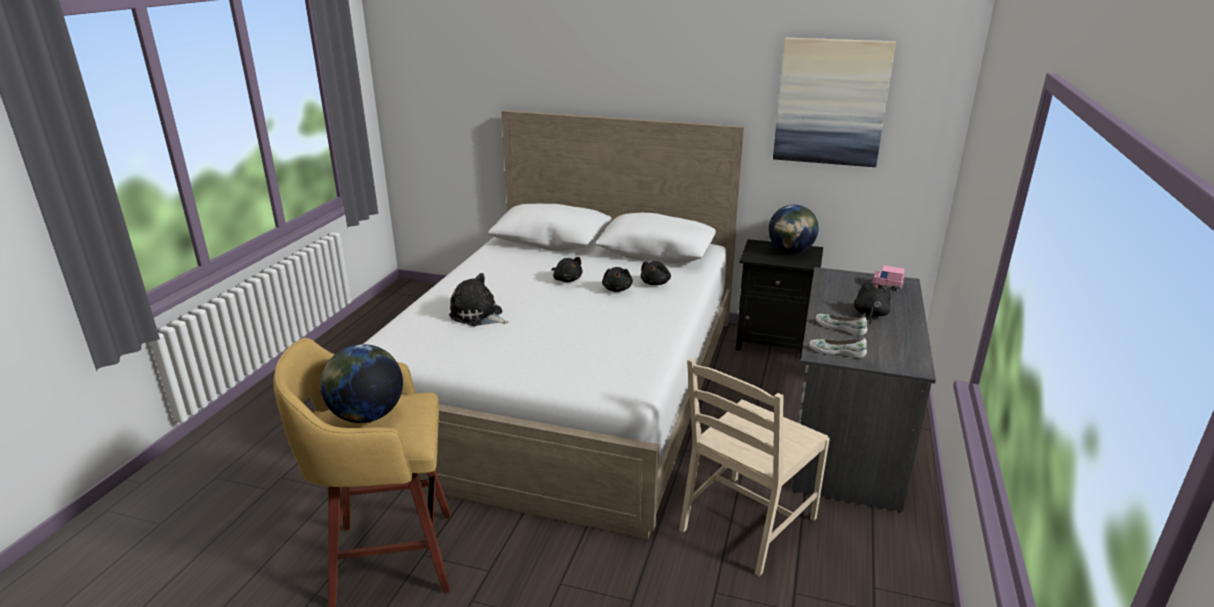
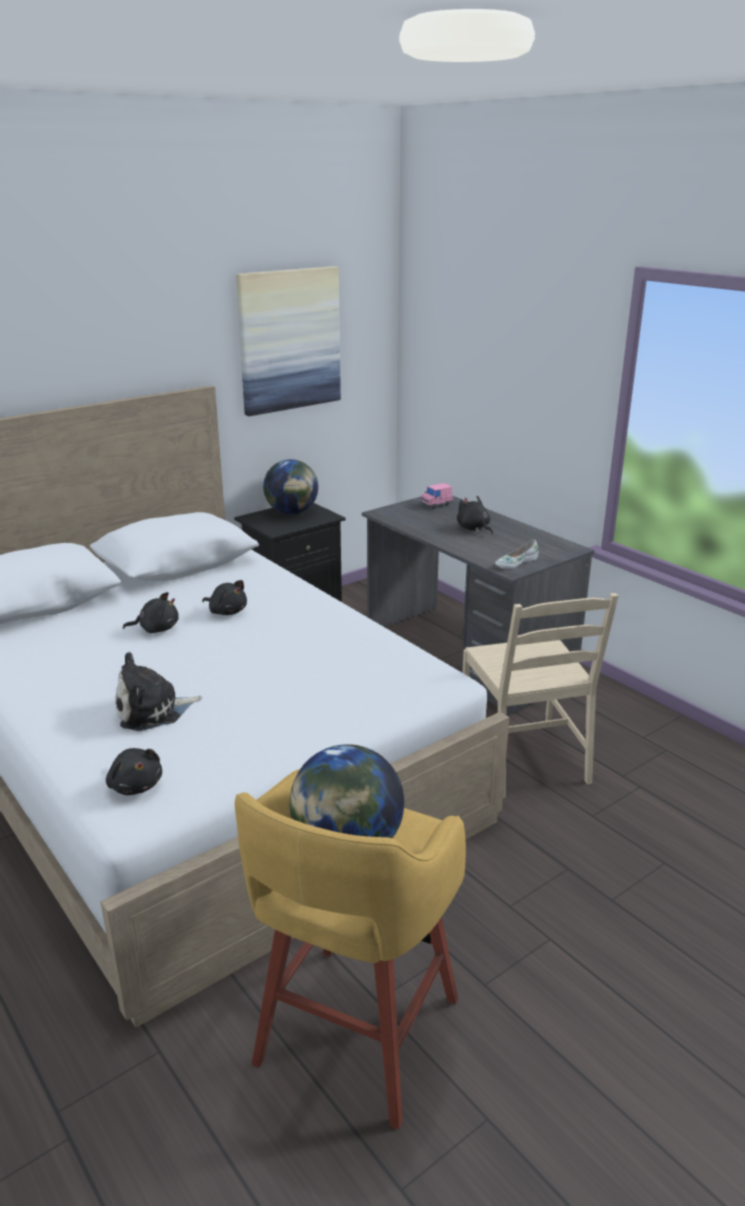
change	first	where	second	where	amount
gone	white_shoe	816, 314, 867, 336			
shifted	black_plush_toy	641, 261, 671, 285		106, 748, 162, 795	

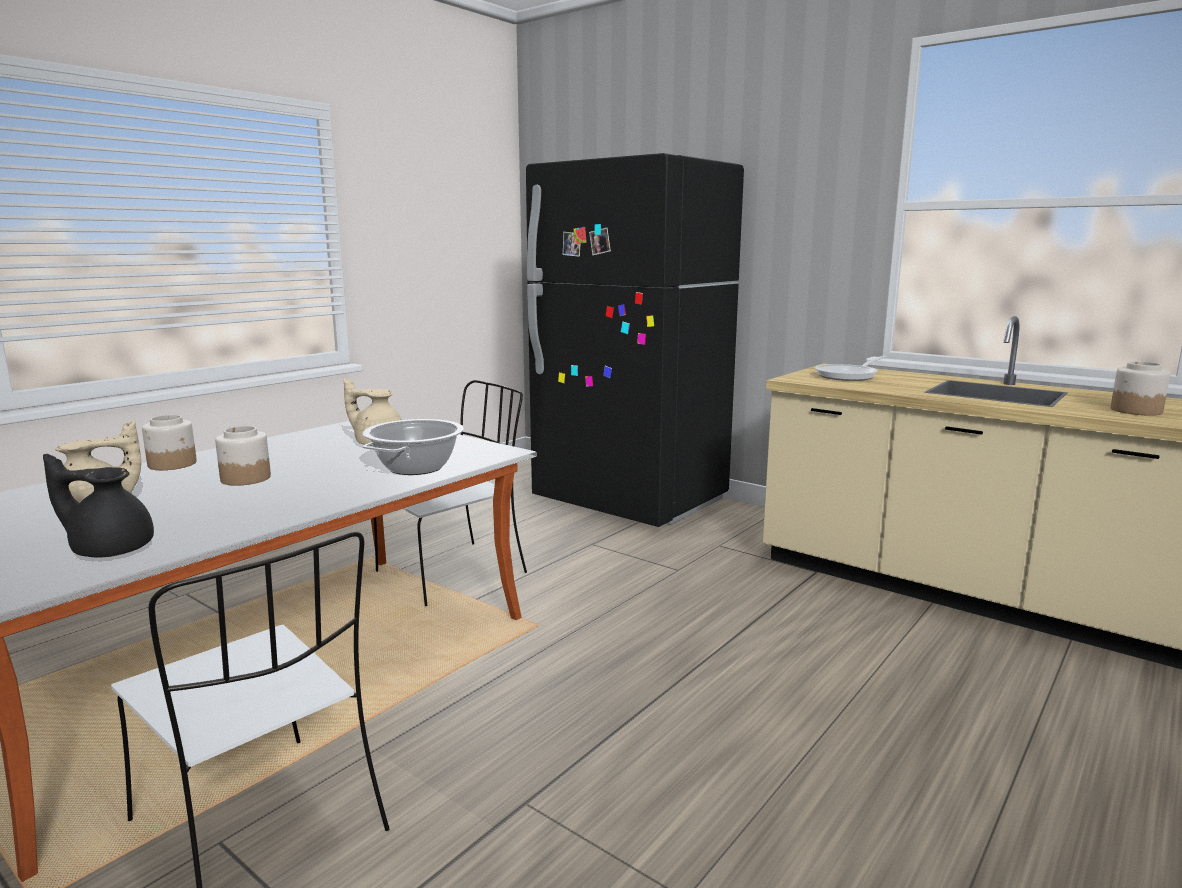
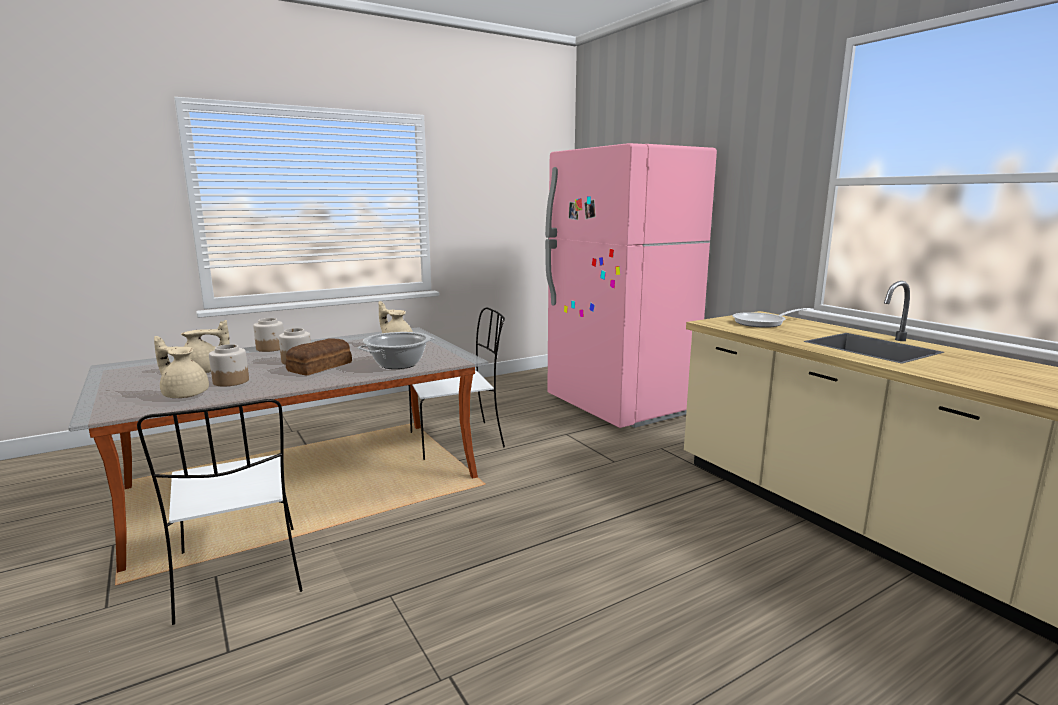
change	first	where	second	where	amount
new			bread	285, 339, 352, 375	
shifted	jar	1111, 361, 1170, 416		209, 344, 249, 386	
repainted	black_teapot	43, 454, 154, 558	beige_teapot	154, 336, 209, 398	
repainted	black_fridge	526, 153, 744, 527	pink_fridge	545, 143, 717, 428	

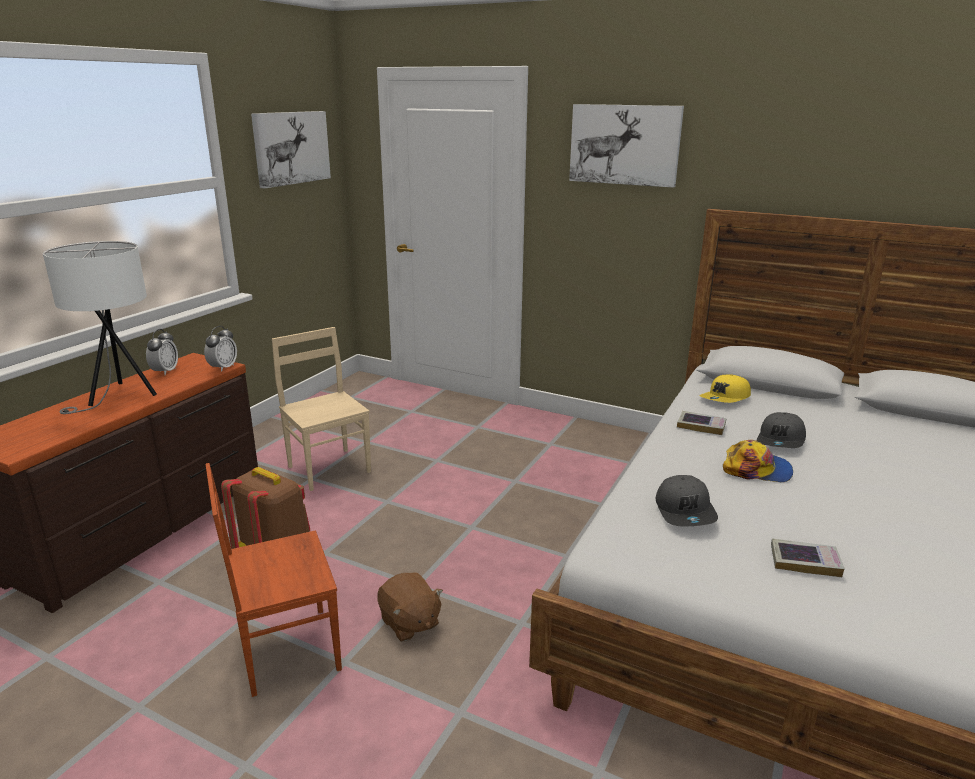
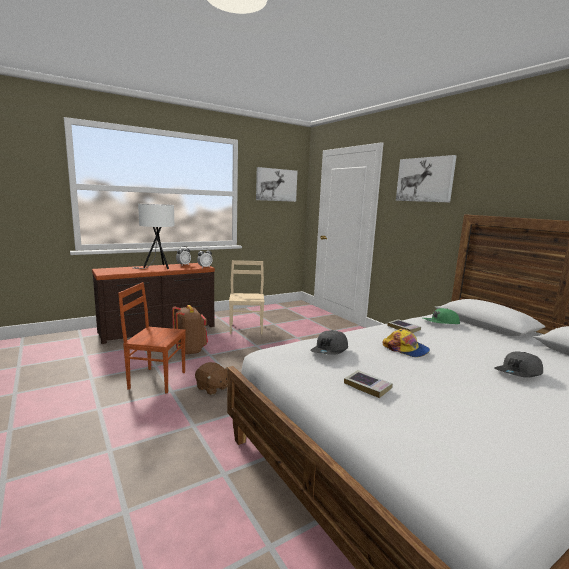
change	first	where	second	where	amount
shifted	grey_cap	757, 412, 806, 448		494, 352, 543, 378	
repainted	yellow_cap	700, 375, 751, 403	green_cap	423, 308, 460, 324	
rotated	brown_plush_toy	377, 572, 443, 642		195, 362, 228, 395	45 degrees counterclockwise

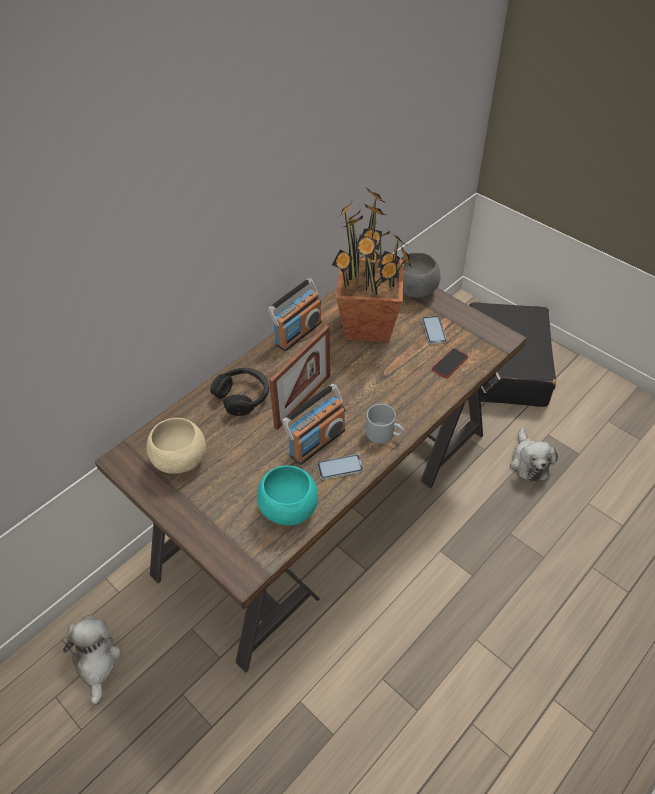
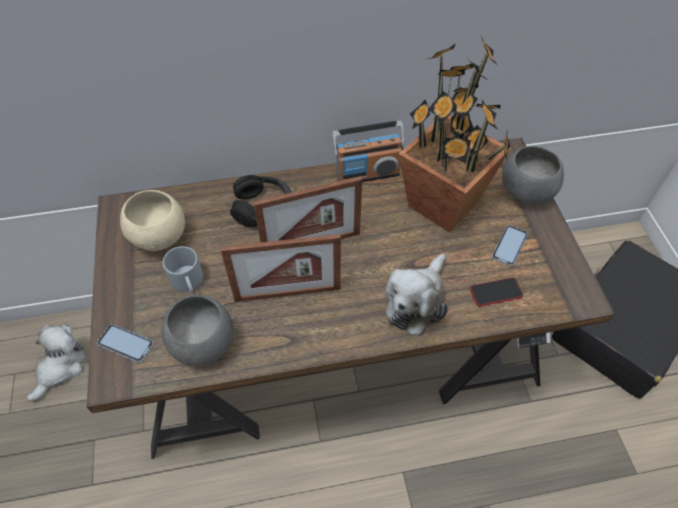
change	first	where	second	where	amount
shifted	phone	317, 454, 363, 480		97, 324, 154, 363	
shifted	grey_mug	366, 404, 404, 443		163, 246, 203, 294	
shifted	plush_toy	510, 427, 558, 482		385, 254, 448, 337	
swapped	radio	282, 384, 345, 465	picture_frame	221, 234, 341, 302	
repainted	turquoise_bowl	257, 465, 318, 525	grey_bowl	161, 295, 233, 366	

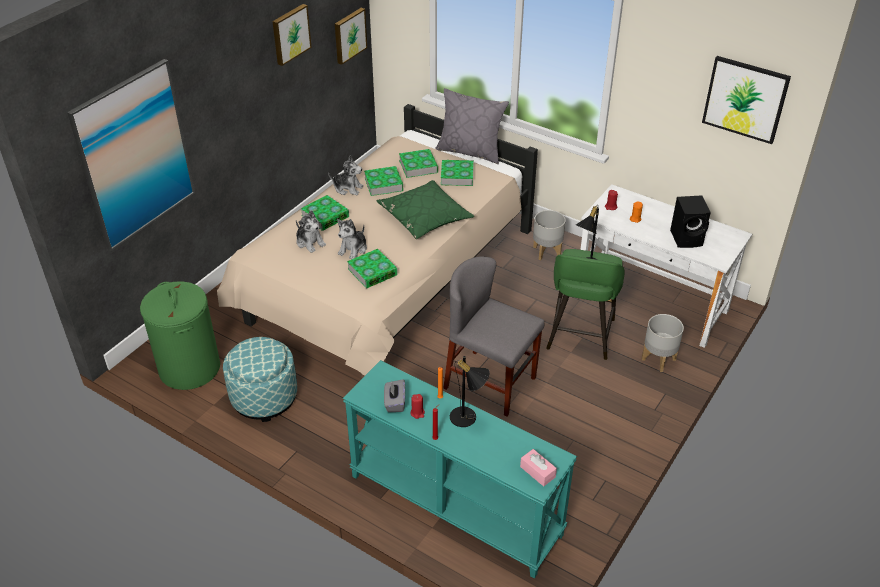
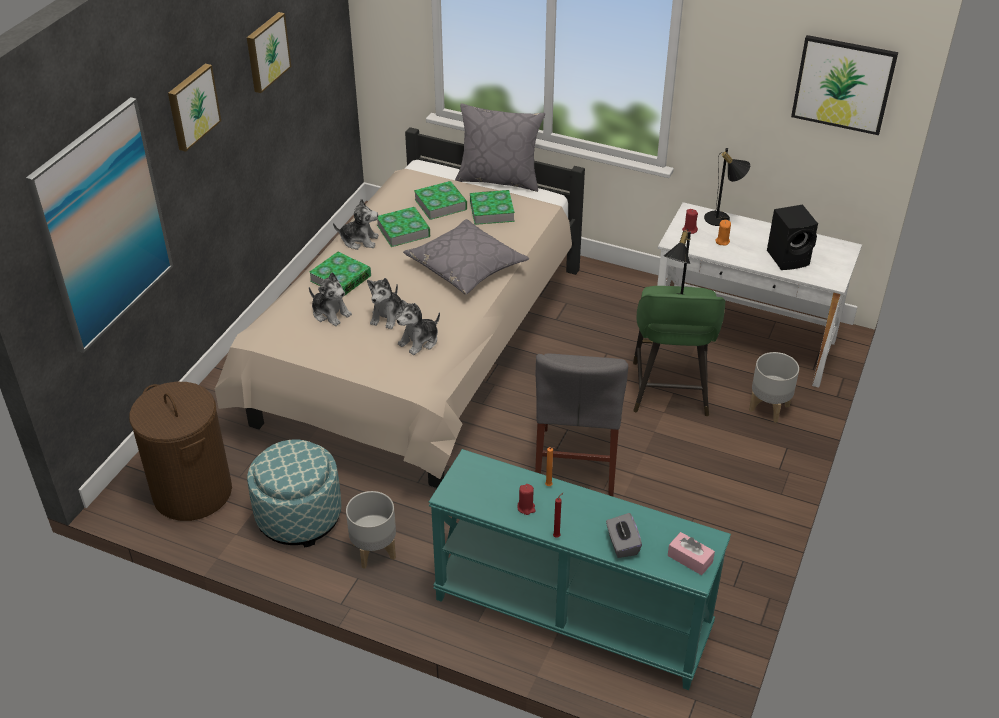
change	first	where	second	where	amount
shifted	picture	335, 8, 367, 65		168, 64, 221, 152	
shifted	grey_tissue_box	384, 379, 405, 412		606, 513, 642, 558	
shifted	black_table_lamp	450, 356, 490, 427		704, 148, 750, 226	
shifted	grey_planter	533, 210, 566, 261		346, 491, 396, 569	
swapped	book	347, 249, 398, 288	plush_toy	397, 300, 440, 355	
repainted	green_laundry_basket	140, 281, 220, 390	brown_laundry_basket	129, 382, 232, 521	
repainted	green_pillow	377, 180, 474, 239	grey_pillow	403, 219, 529, 295	
rotated	grey_chair	443, 256, 544, 416		535, 354, 628, 496	105 degrees counterclockwise

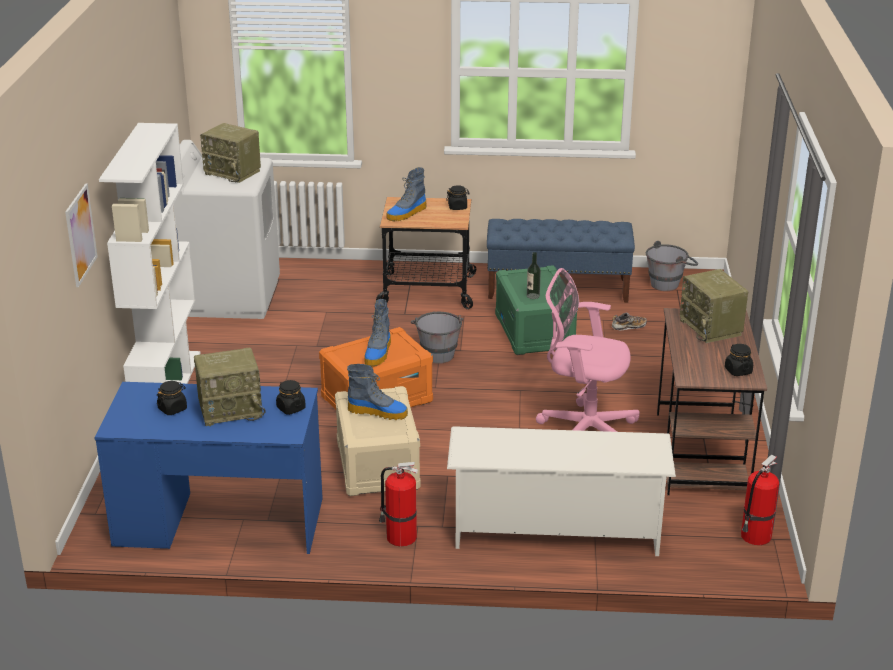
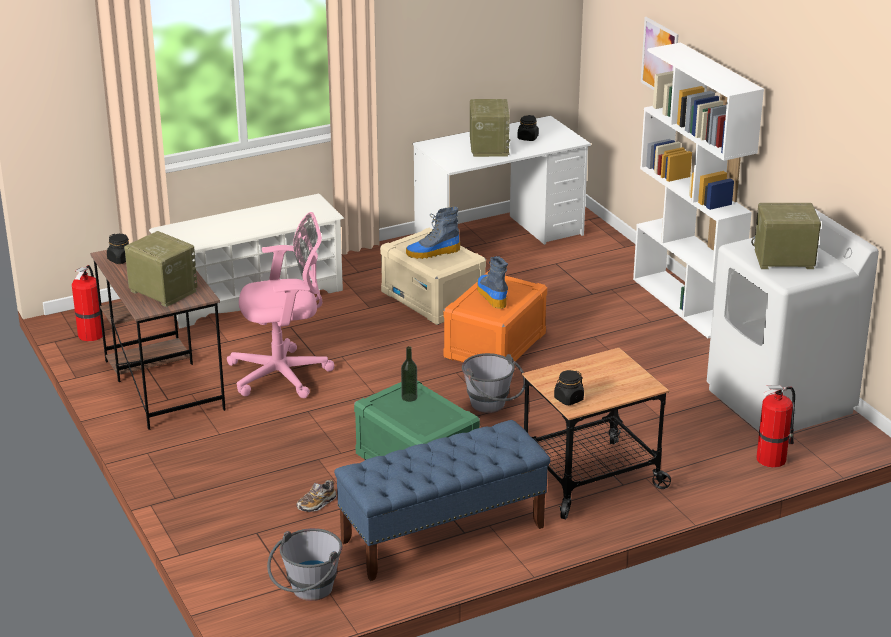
change	first	where	second	where	amount
gone	black_jar	276, 380, 306, 415			
gone	boot	386, 167, 427, 221			
shifted	fire_extinguisher	379, 462, 418, 547		757, 385, 795, 468	
repainted	blue_desk	94, 382, 323, 554	white_desk	413, 116, 591, 245	
rotated	radio	194, 348, 266, 426		470, 99, 510, 157	135 degrees clockwise

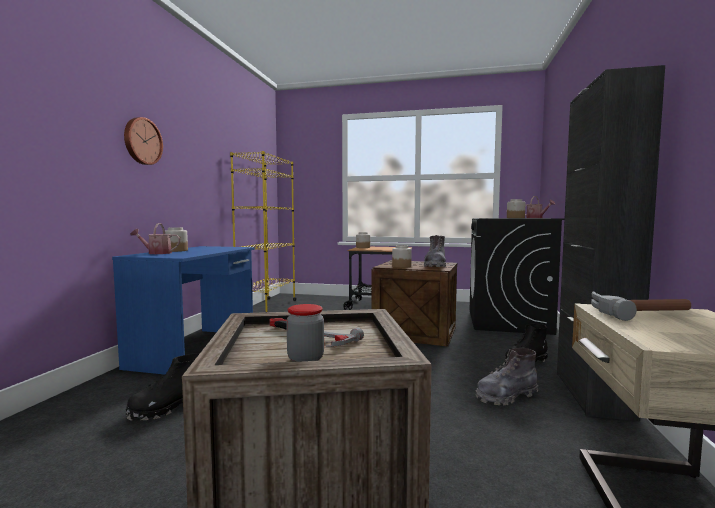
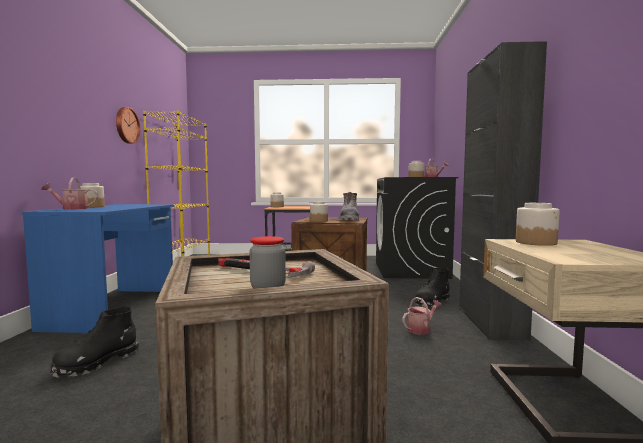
change	first	where	second	where	amount
shifted	wall_clock	124, 117, 163, 165		116, 107, 140, 144	
swapped	grey_boot	476, 348, 538, 406	watering_can	402, 297, 442, 335	
swapped	hammer	591, 291, 691, 321	jar	516, 203, 560, 246	

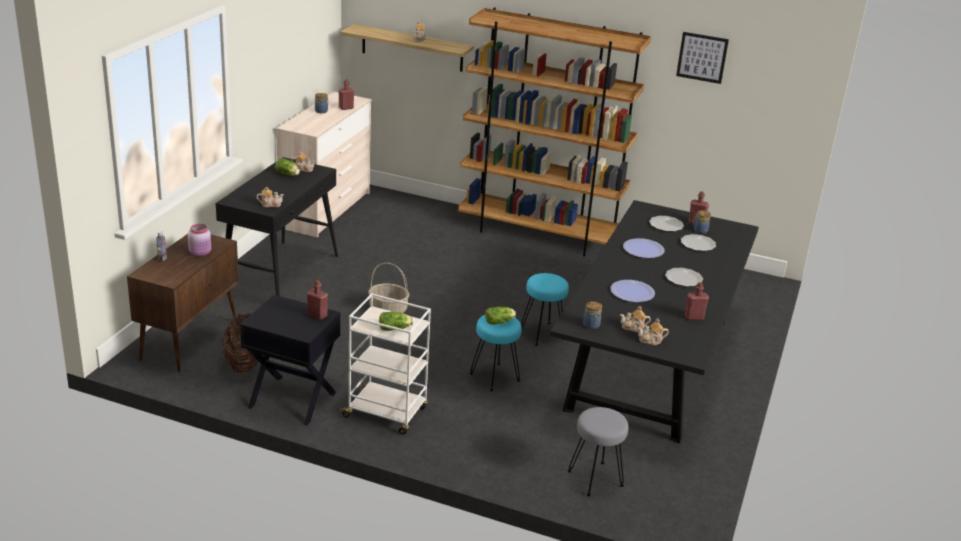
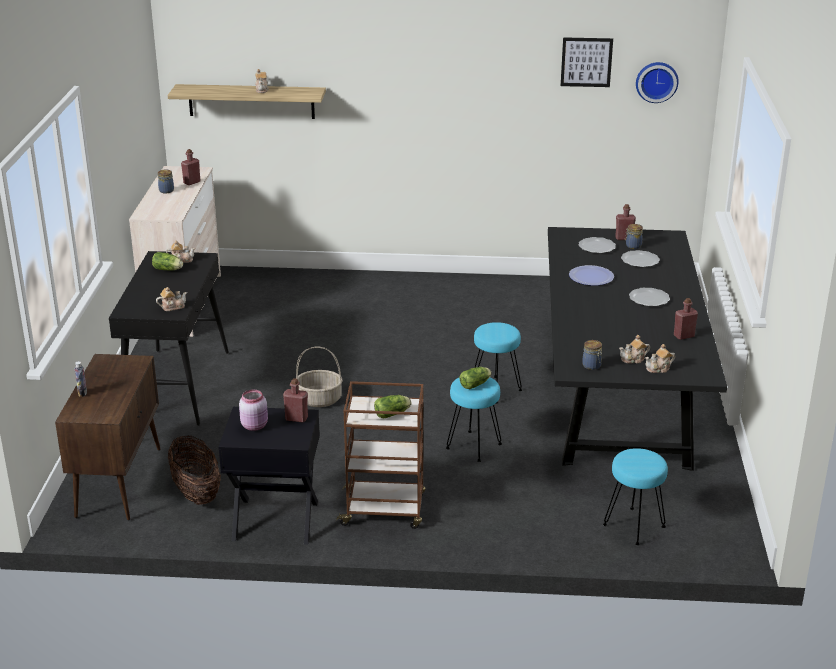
change	first	where	second	where	amount
gone	brown_bookcase	458, 7, 651, 257			
gone	plate	610, 280, 655, 302			
new			wall_clock	636, 62, 679, 103	
shifted	pink_jar	188, 224, 211, 257		239, 390, 268, 431	
repainted	white_cart	339, 293, 431, 435	brown_cart	336, 381, 425, 529	
repainted	grey_stool	568, 407, 628, 496	turquoise_stool	603, 448, 668, 545	

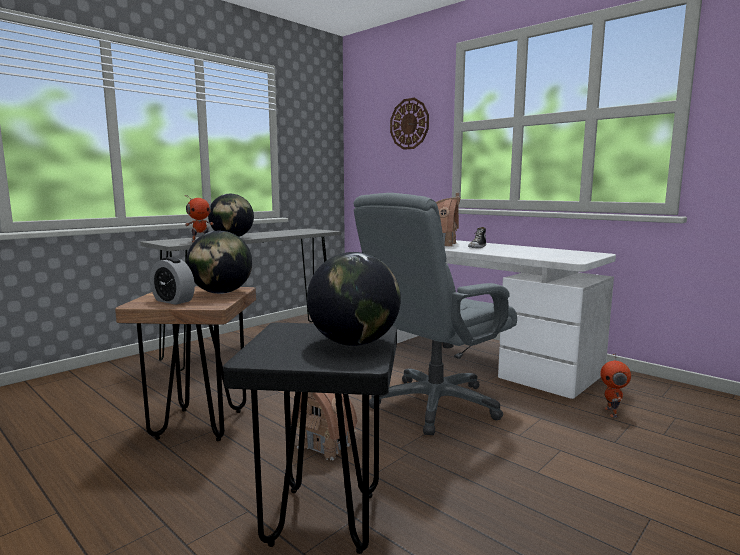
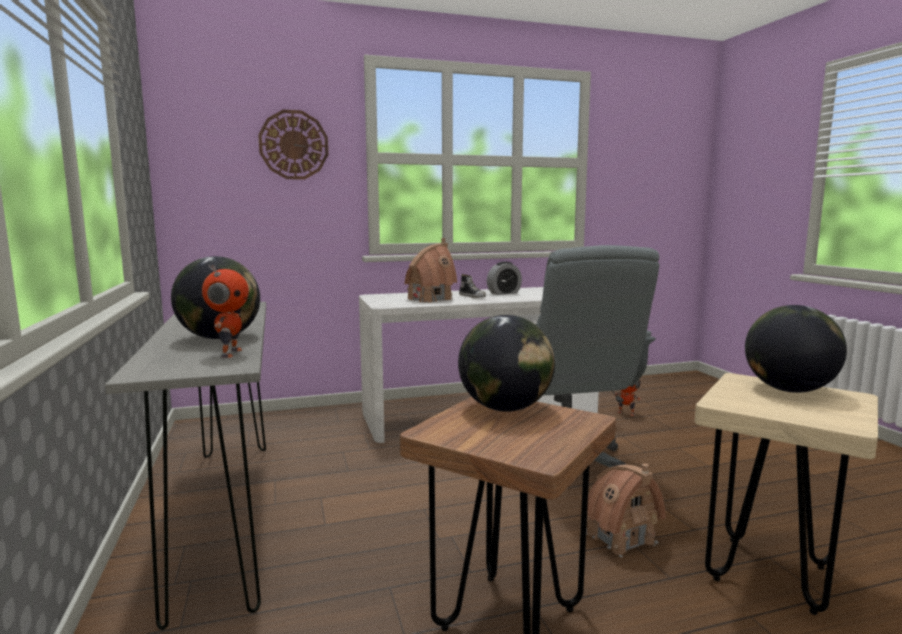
change	first	where	second	where	amount
shifted	alarm_clock	150, 257, 195, 305		487, 261, 522, 295	
repainted	black_stool	223, 322, 397, 554	beige_stool	695, 373, 878, 615	

